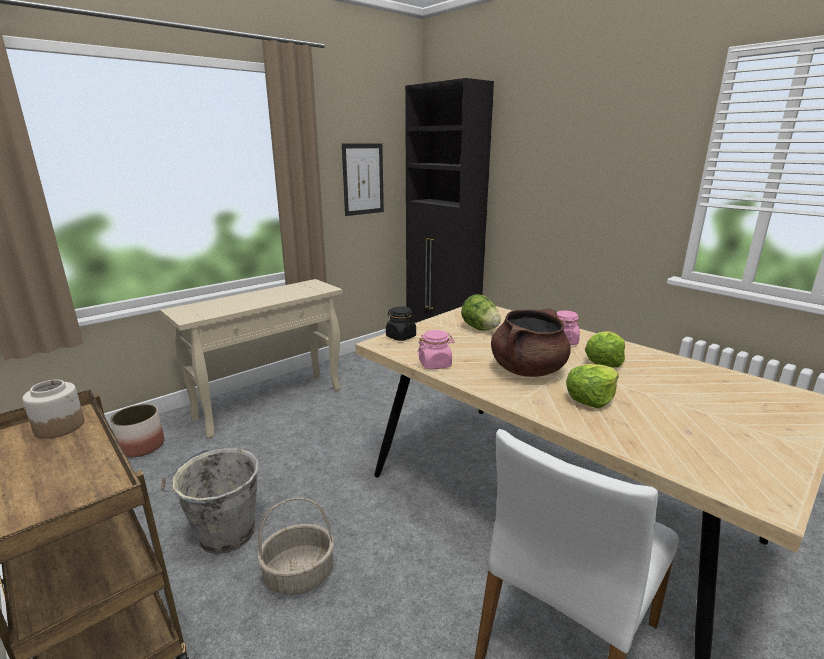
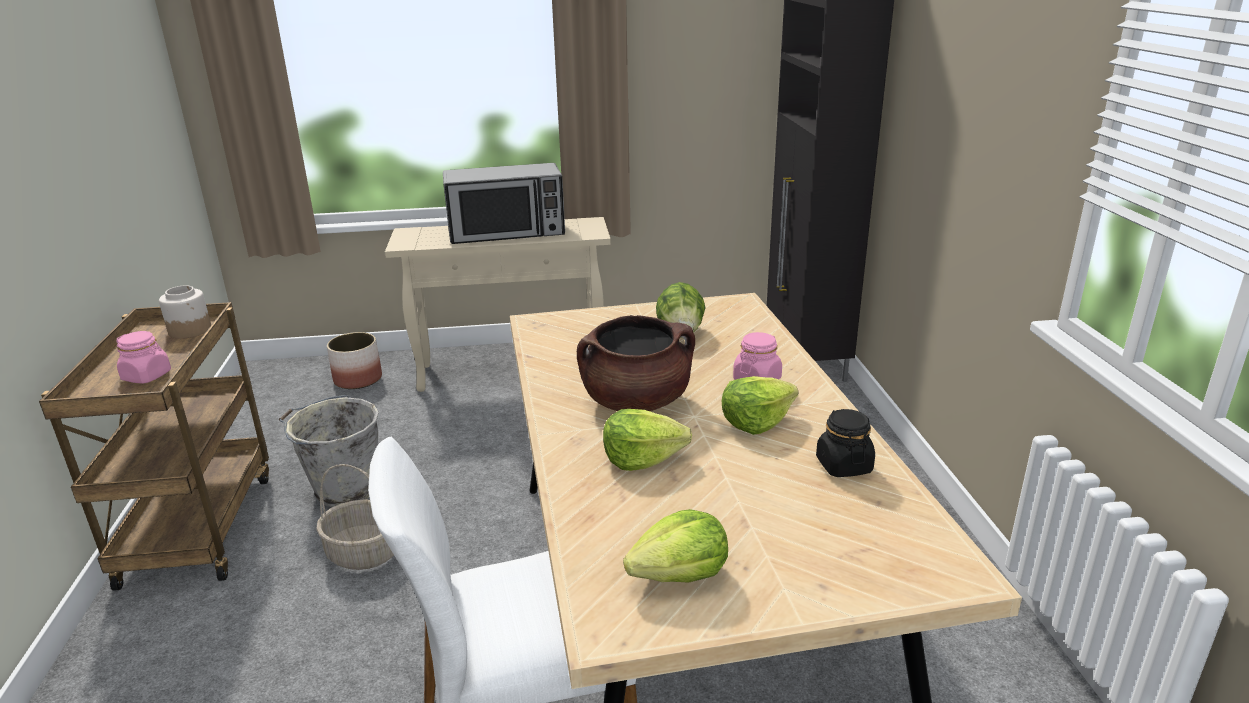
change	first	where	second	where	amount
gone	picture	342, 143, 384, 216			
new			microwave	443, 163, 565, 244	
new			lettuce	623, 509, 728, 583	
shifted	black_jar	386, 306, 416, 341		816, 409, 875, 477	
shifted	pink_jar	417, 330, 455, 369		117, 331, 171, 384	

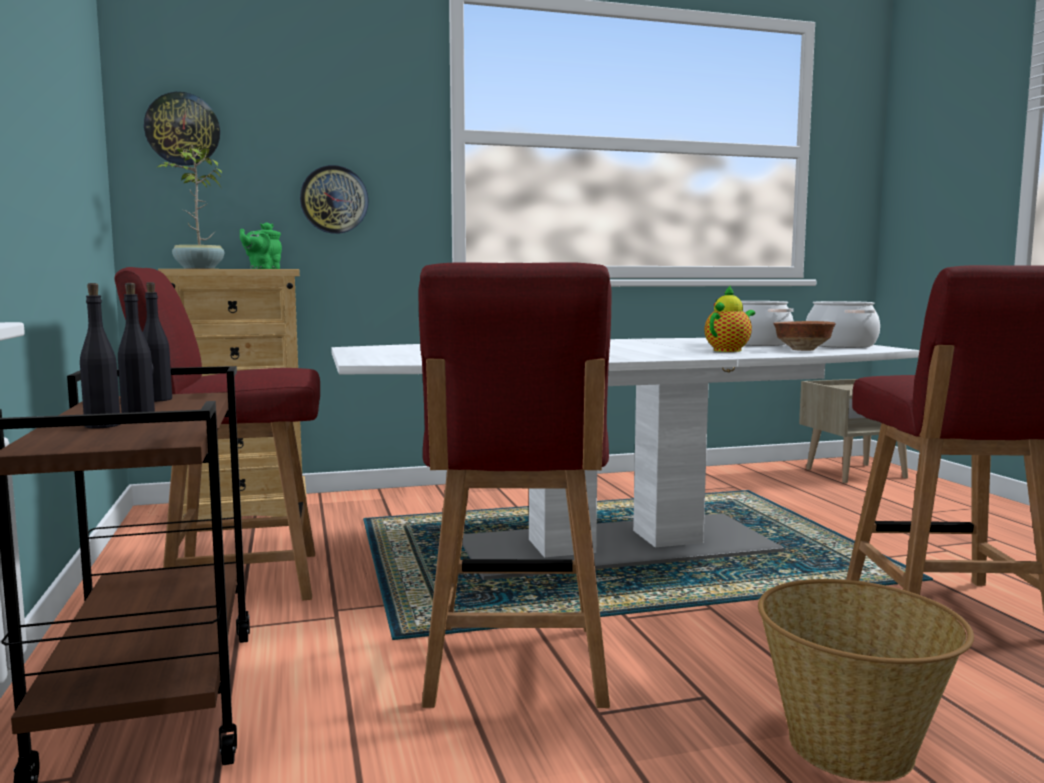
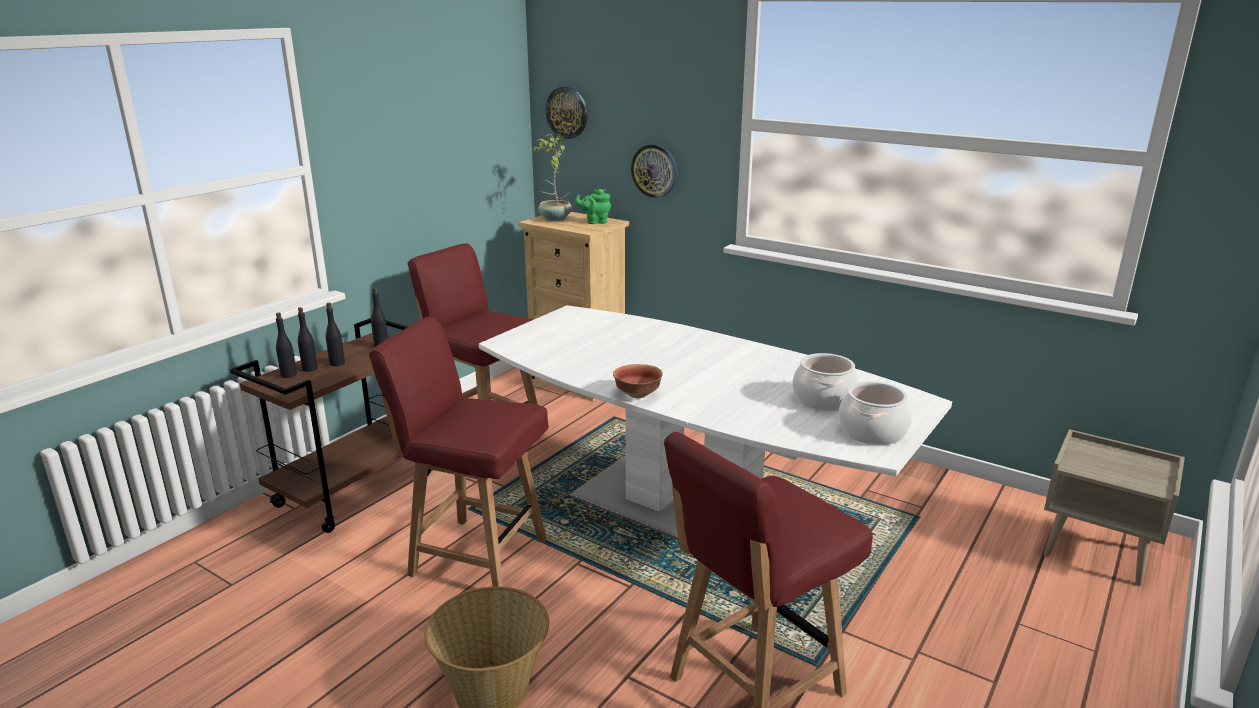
change	first	where	second	where	amount
gone	teapot	704, 285, 755, 352			
new			black_bottle	276, 313, 297, 378	
shifted	bowl	773, 321, 836, 351		613, 364, 663, 398	
rotated	red_chair	418, 262, 612, 708		369, 316, 549, 587	60 degrees clockwise

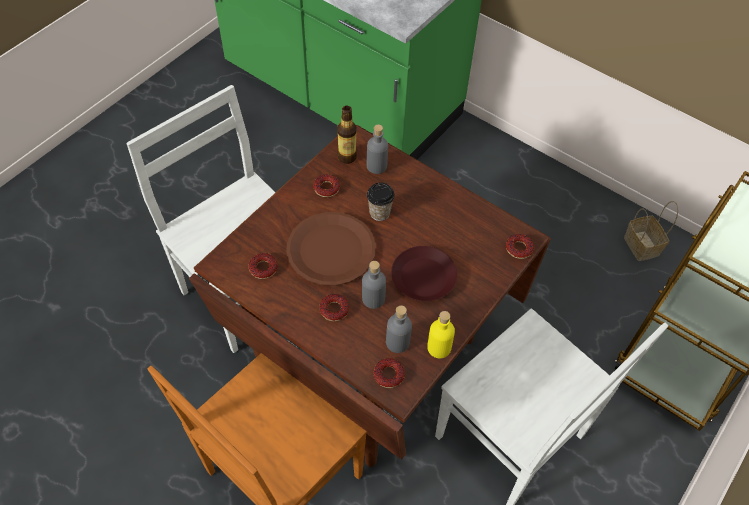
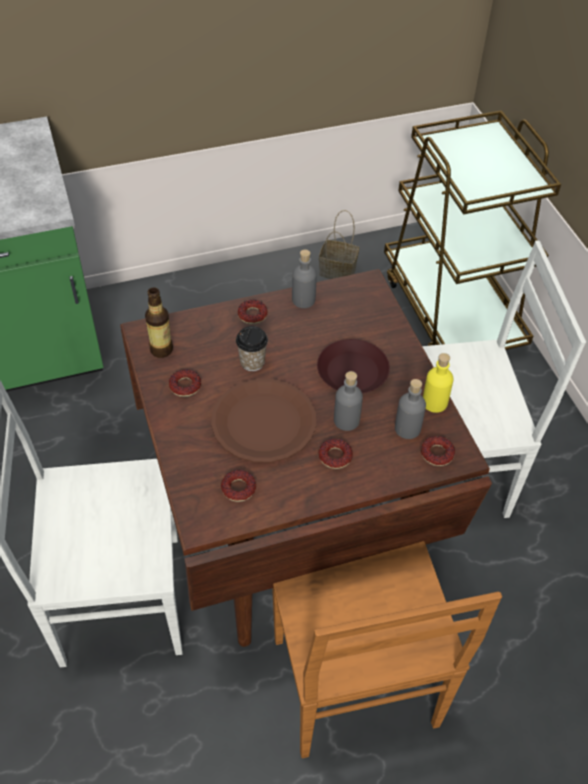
change	first	where	second	where	amount
shifted	grey_bottle	367, 125, 388, 174		292, 249, 317, 308	
shifted	donut	506, 234, 534, 259		238, 300, 268, 324	

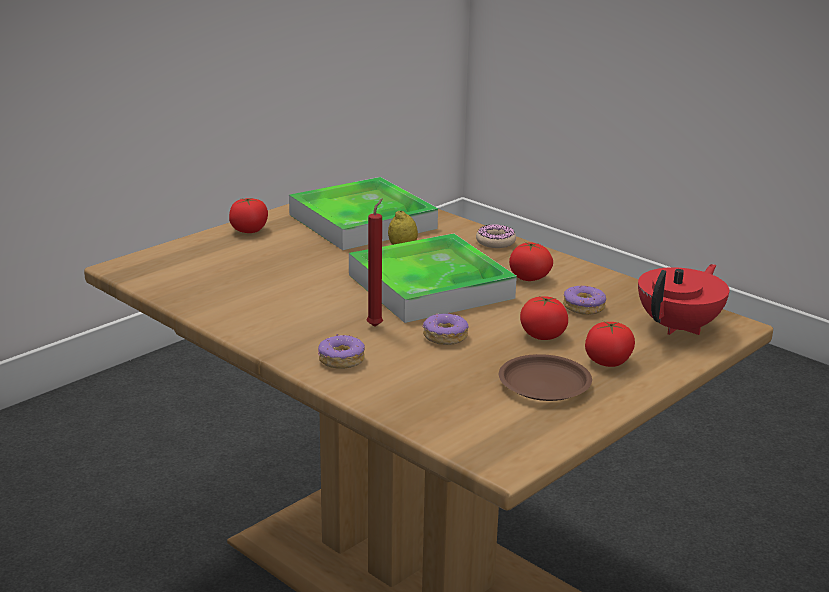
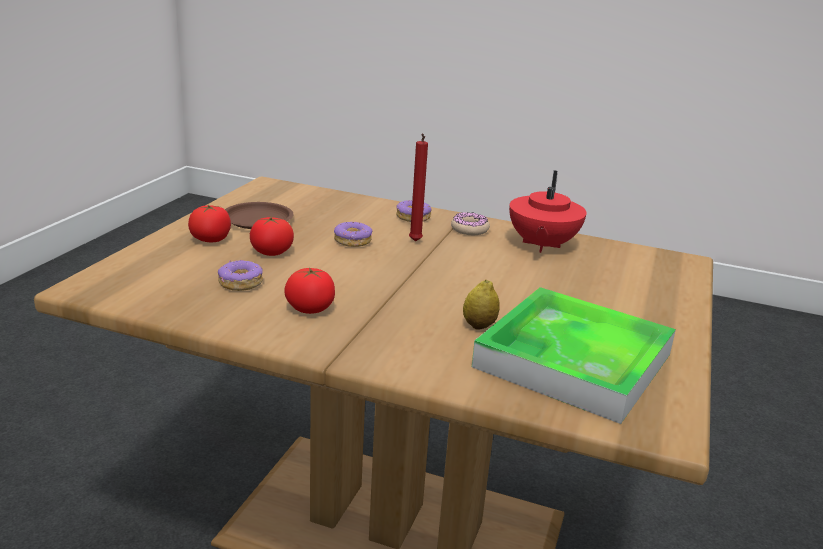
change	first	where	second	where	amount
gone	tomato	229, 198, 268, 233			
gone	tray	349, 233, 517, 323			
shifted	donut	476, 224, 516, 248		451, 212, 490, 235	
shifted	red_teapot	638, 264, 729, 335		509, 170, 587, 253	

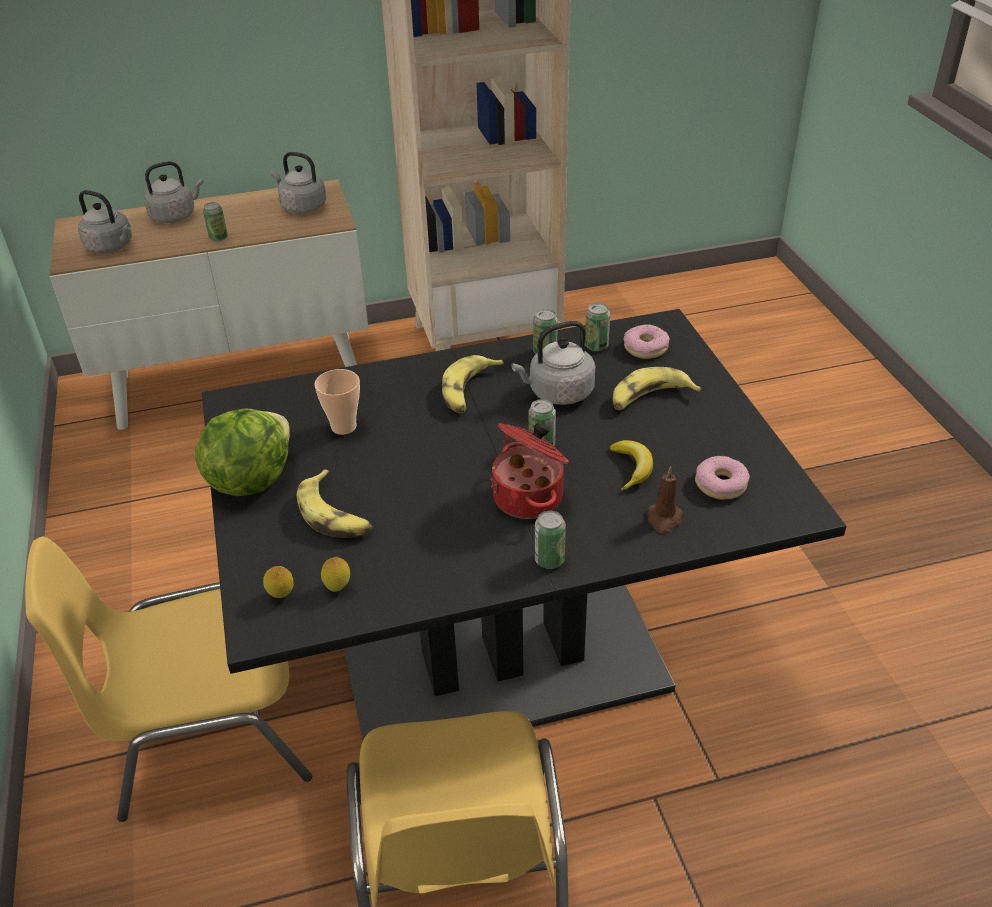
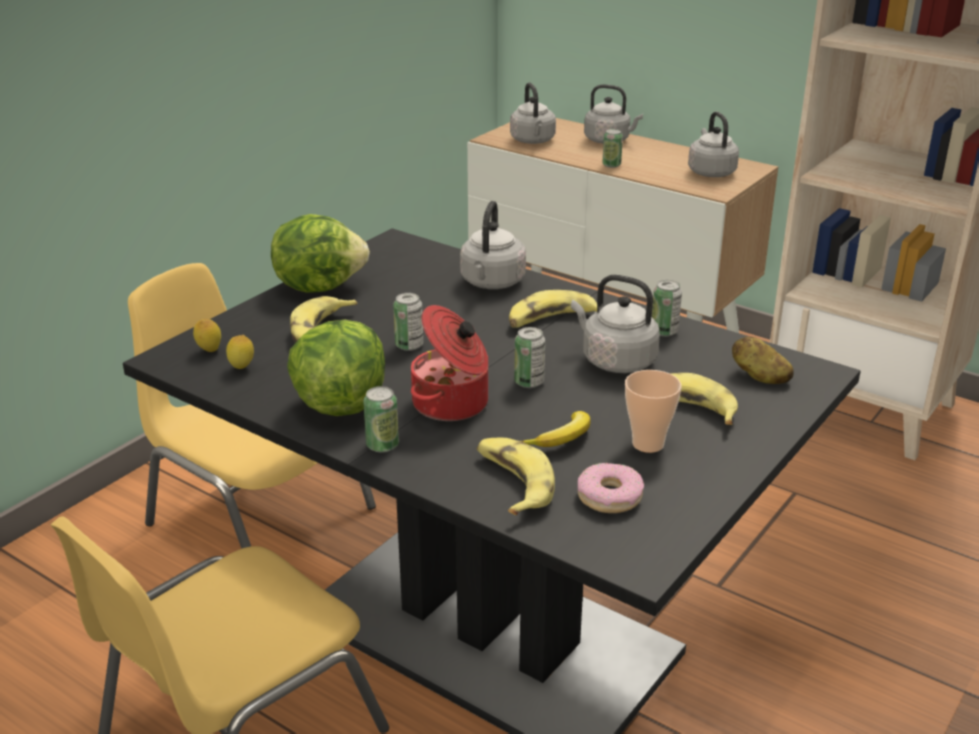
change	first	where	second	where	amount
new			lettuce	287, 320, 385, 416	
new			grey_kettle	460, 201, 526, 289	
shifted	cup	314, 369, 360, 435		625, 370, 682, 453	
shifted	can	585, 303, 610, 351		393, 293, 423, 351	
swapped	donut	624, 325, 670, 359	potato	732, 336, 794, 384	
swapped	brown_candle	648, 466, 683, 534	banana	477, 438, 555, 515	

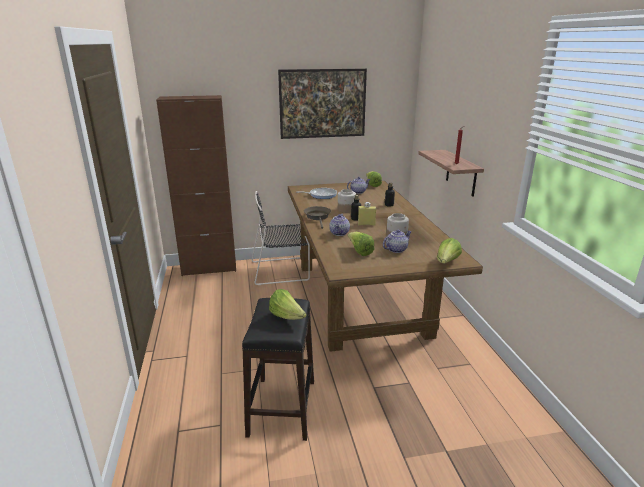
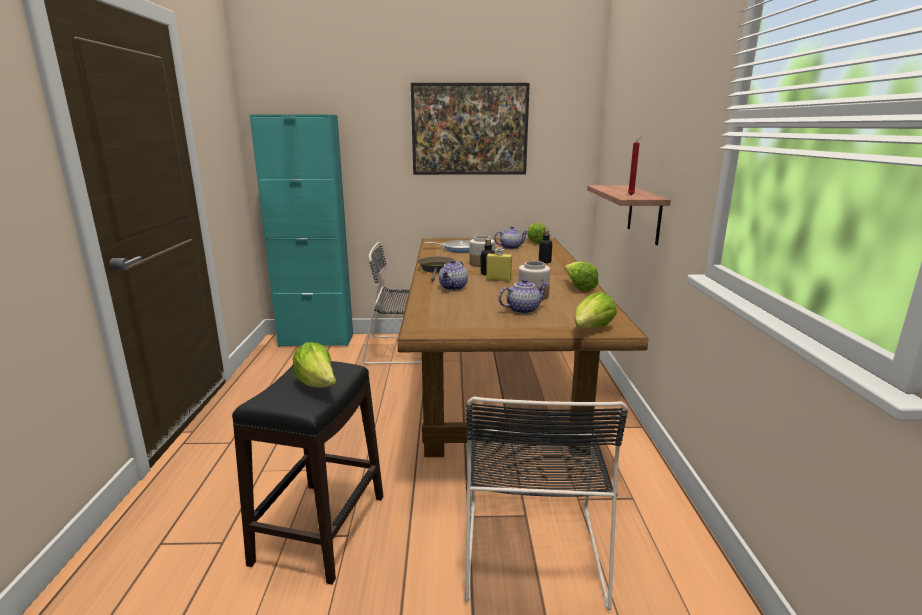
change	first	where	second	where	amount
new			black_chair	464, 397, 628, 611	
shifted	lettuce	348, 232, 374, 256		564, 262, 598, 291	
repainted	brown_cabinet	156, 95, 236, 276	turquoise_cabinet	249, 114, 353, 347	

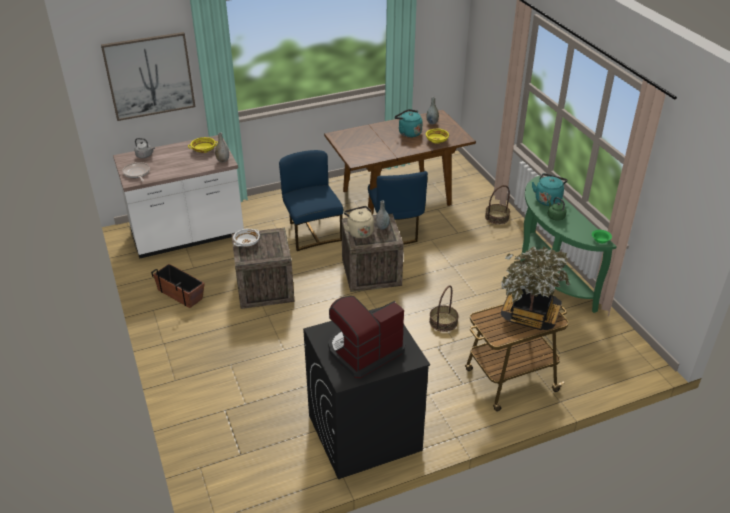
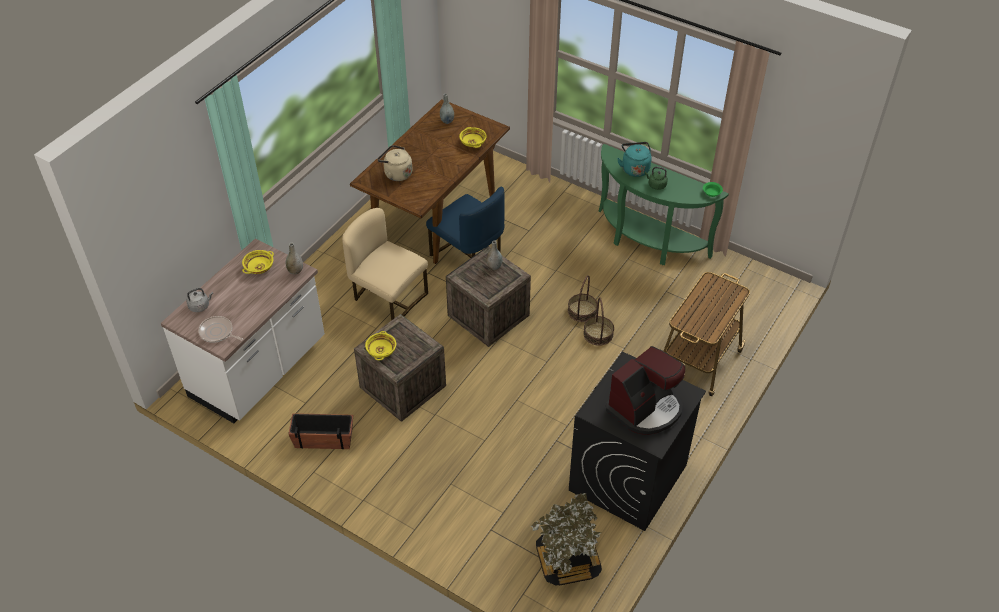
change	first	where	second	where	amount
gone	picture	101, 32, 195, 121			
gone	turquoise_kettle	395, 109, 423, 137			
shifted	beige_kettle	343, 206, 374, 239		377, 145, 413, 181	
shifted	basket	485, 185, 510, 224		568, 275, 597, 322	
shifted	potted_plant	501, 246, 570, 330		531, 493, 602, 586	
repainted	white_bowl	233, 229, 260, 247	yellow_bowl	365, 331, 396, 360	
repainted	blue_chair	279, 150, 344, 251	beige_chair	342, 208, 428, 321	
rotated	coffee_machine	328, 296, 405, 378		606, 346, 685, 435	150 degrees counterclockwise

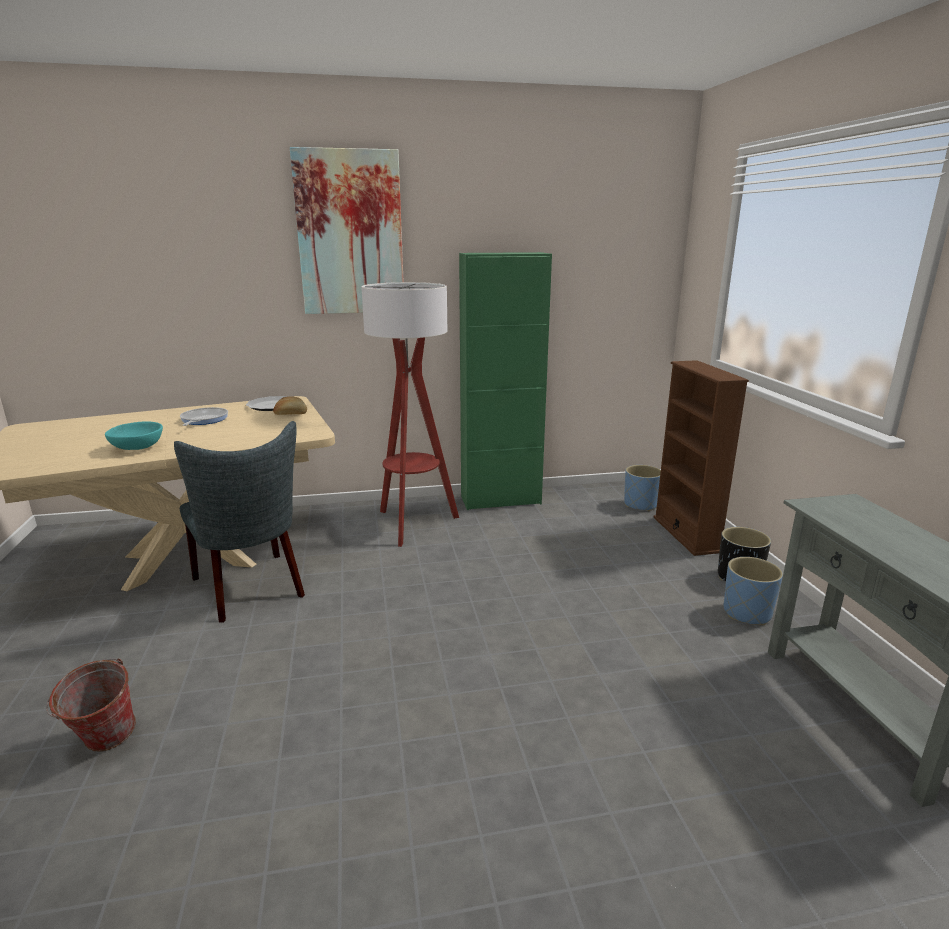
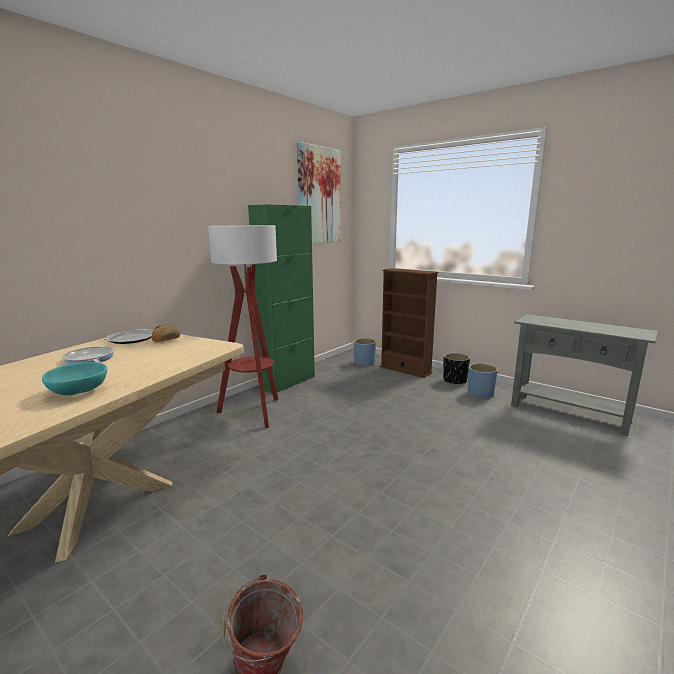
change	first	where	second	where	amount
gone	grey_chair	174, 421, 305, 622			
shifted	picture	290, 147, 404, 314		297, 142, 341, 243	

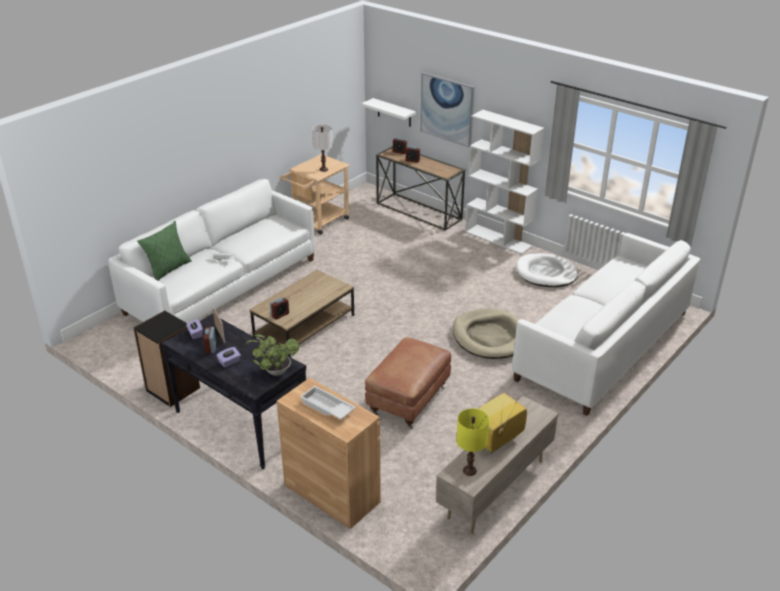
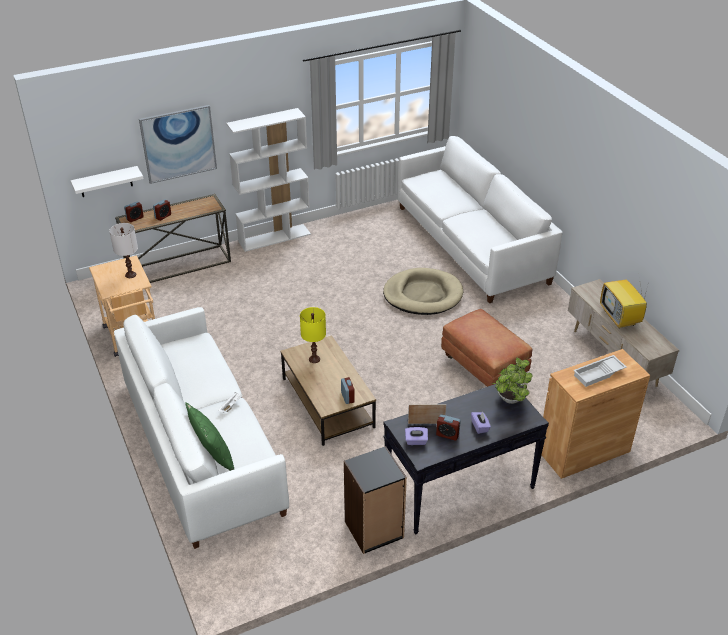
change	first	where	second	where	amount
gone	white_dog_bed	516, 253, 578, 287			
shifted	yellow_table_lamp	456, 408, 489, 476		300, 307, 326, 363	

